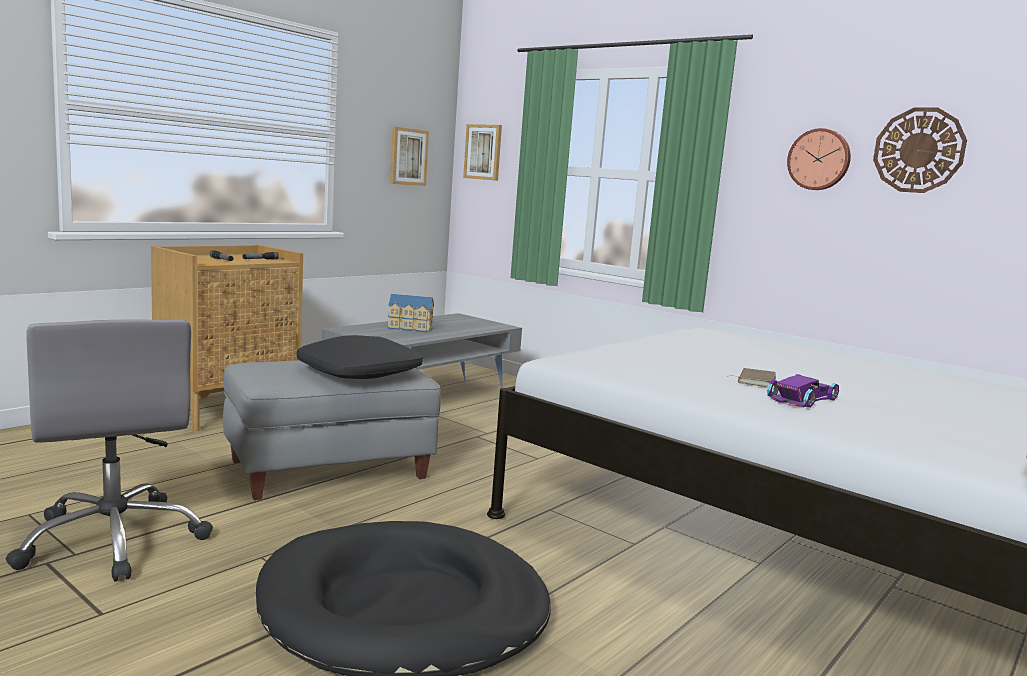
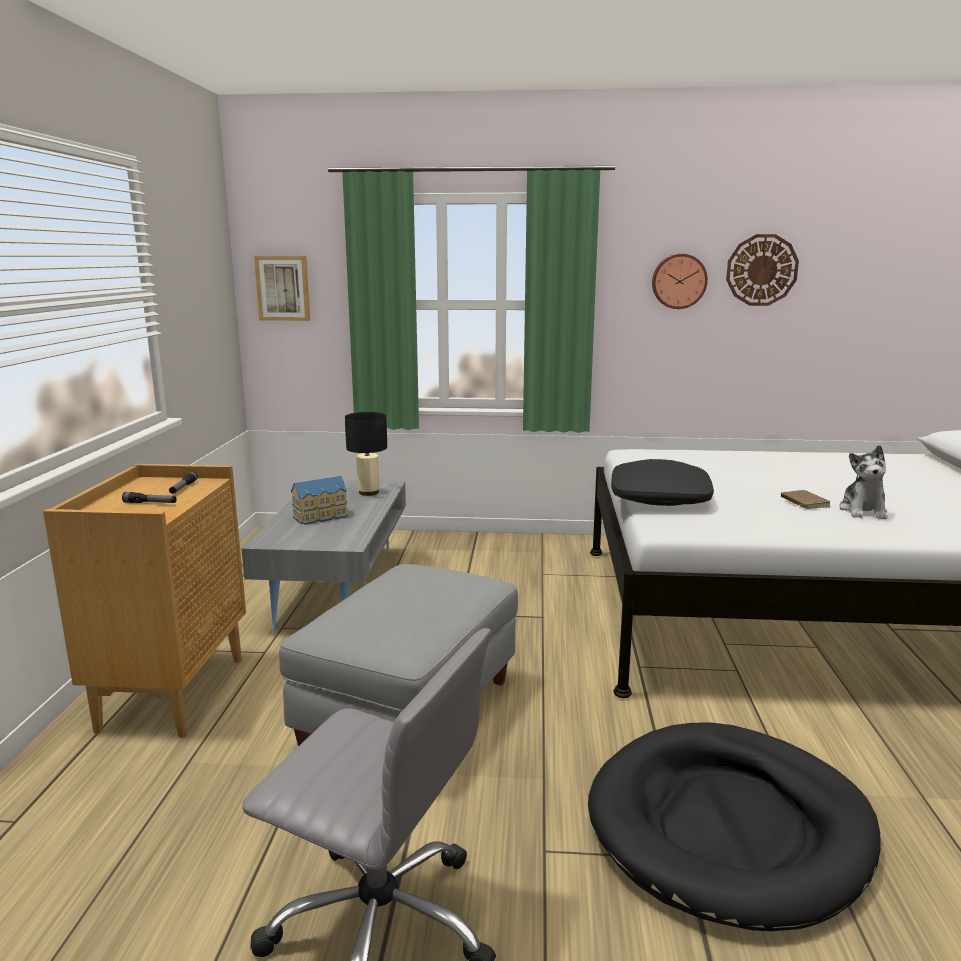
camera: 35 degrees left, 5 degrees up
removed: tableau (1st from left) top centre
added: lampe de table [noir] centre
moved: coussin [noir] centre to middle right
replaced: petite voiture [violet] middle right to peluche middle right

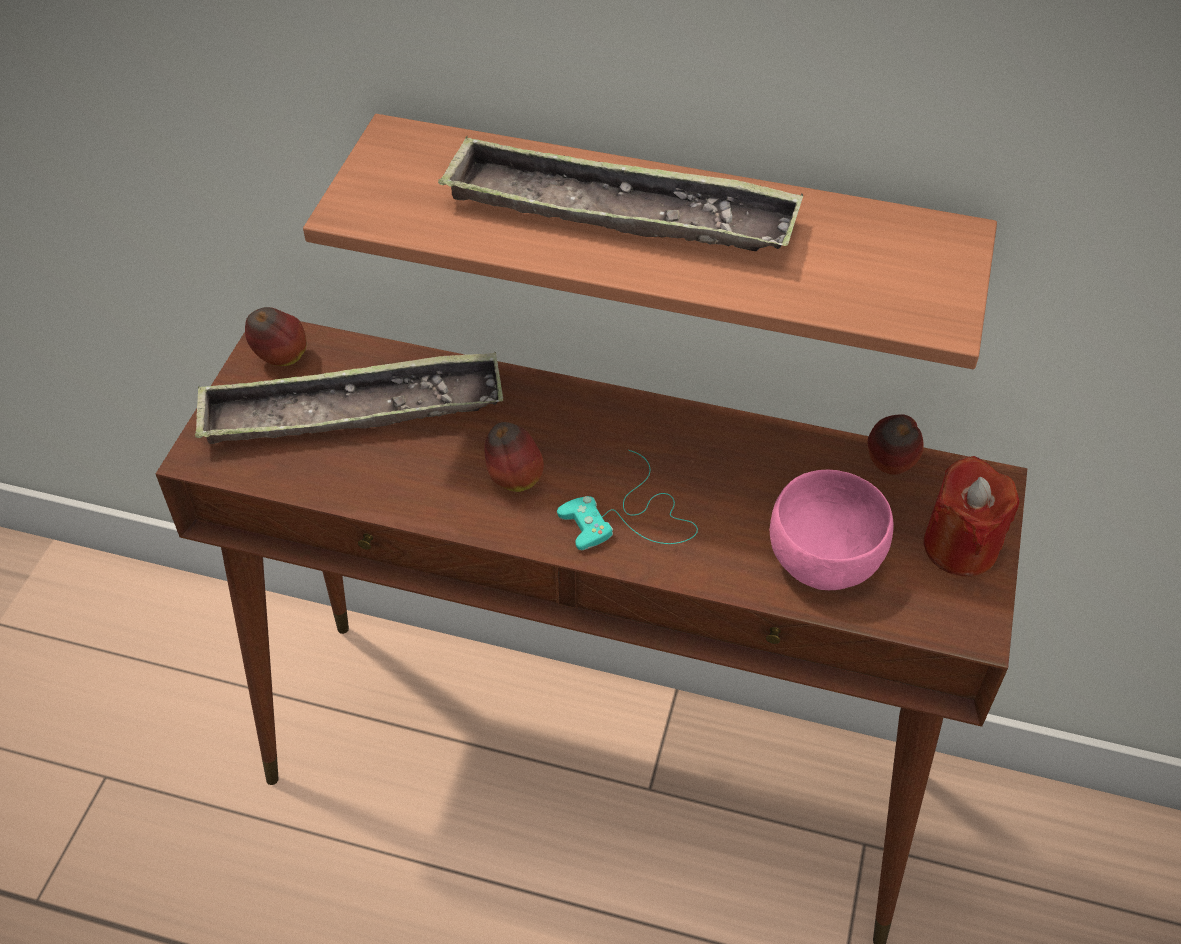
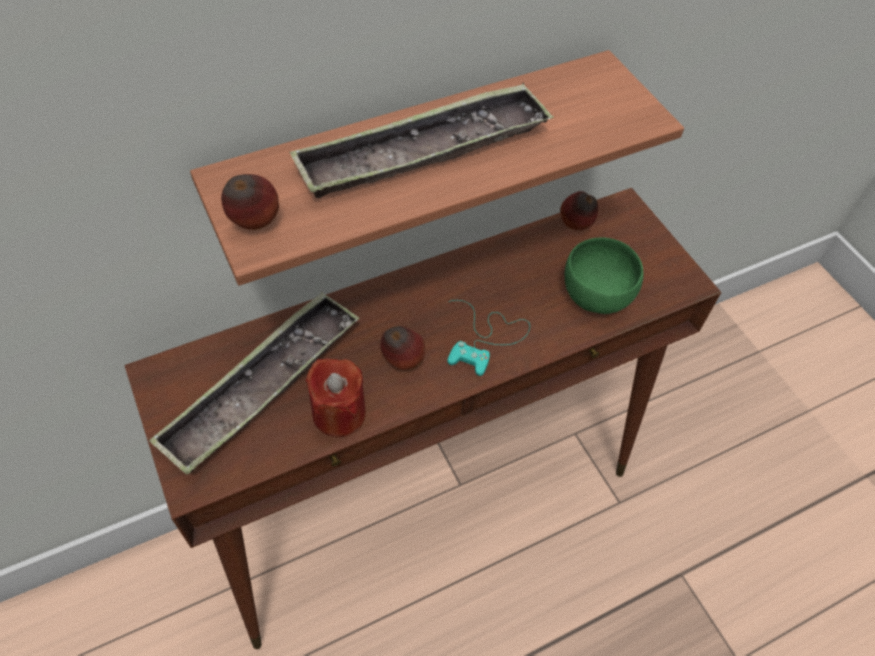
camera: 45 degrees left, 5 degrees up
moved: pomme (1st from left) middle left to top left; bougie [rouge] middle right to centre
recoloured: bol [rose] middle right to bol [vert] middle right

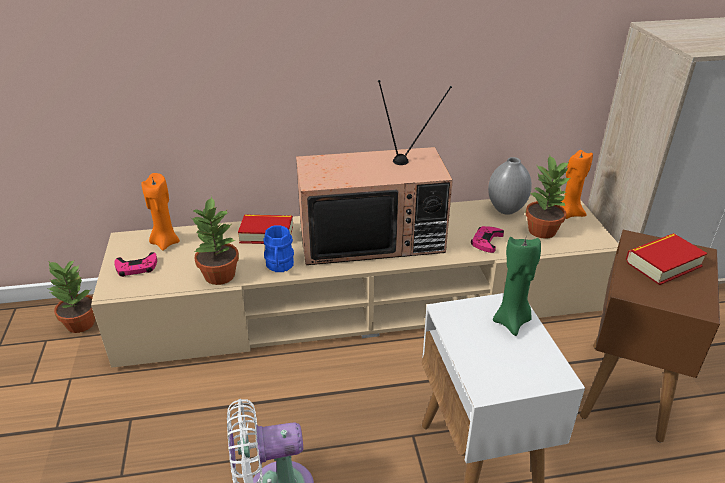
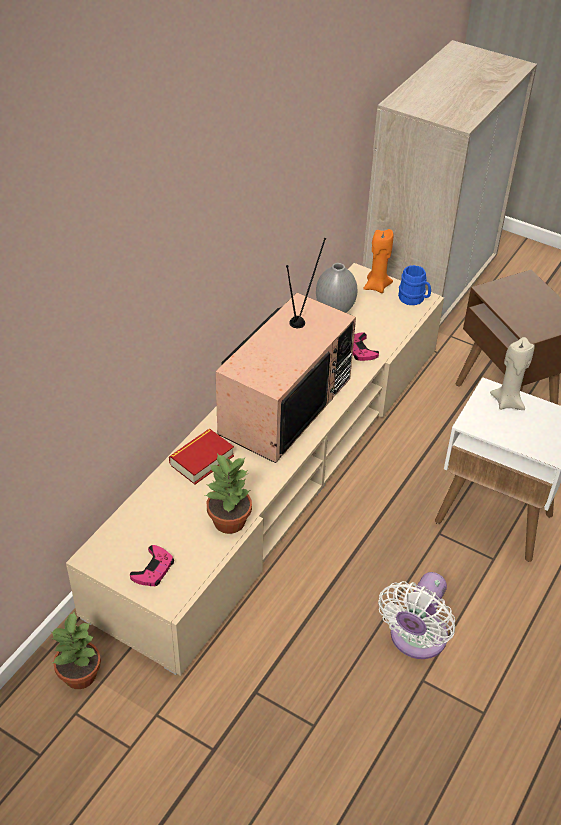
camera: 50 degrees left, 10 degrees up
removed: bougie [orange] (1st from left) middle left; plante en pot (3rd from left) middle right; livre (2nd from left) middle right
moved: mug [bleu] centre to middle right
recoloured: bougie [vert] middle right to bougie [beige] middle right

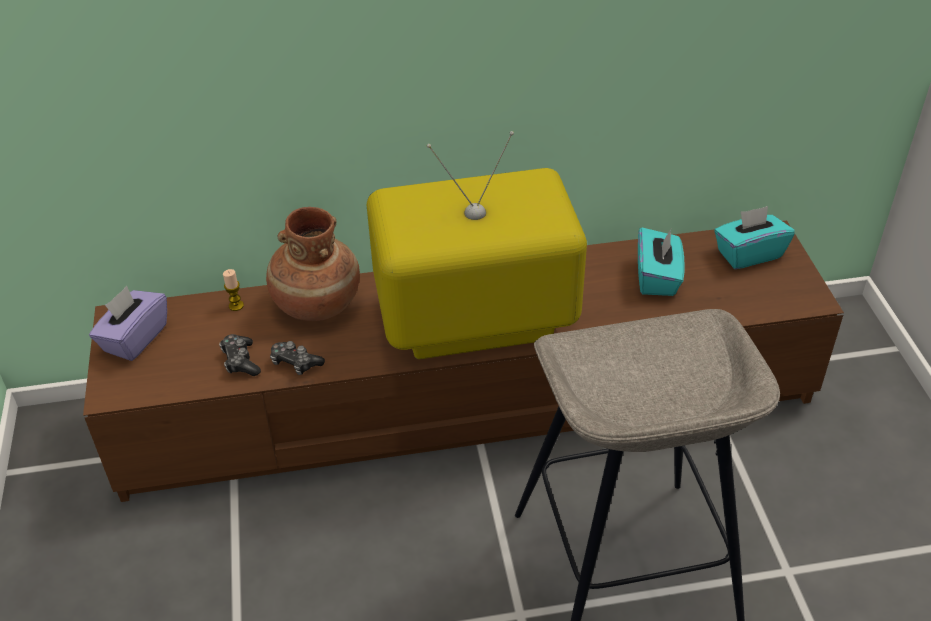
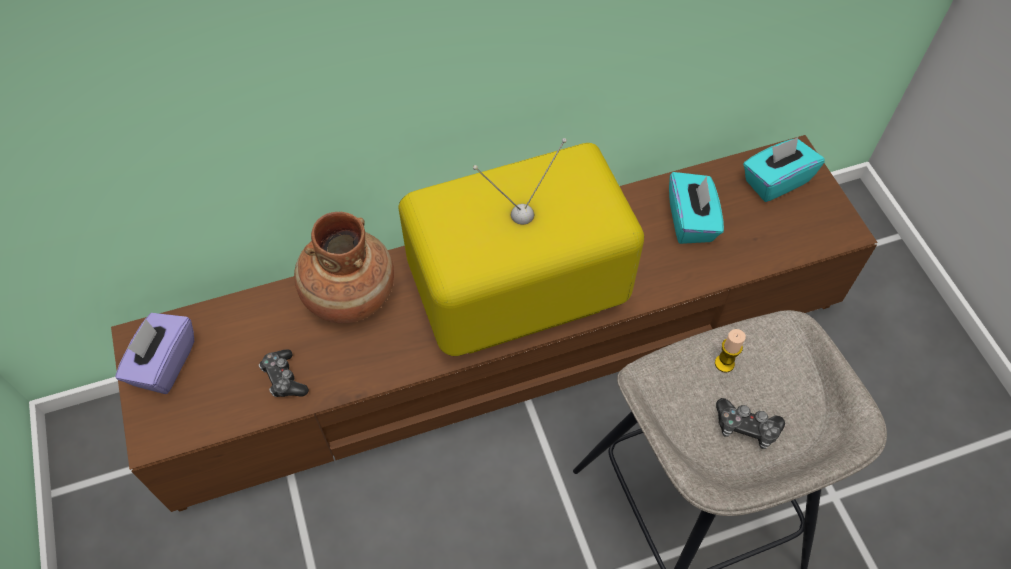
camera: 10 degrees left, 15 degrees up
moved: bougie middle left to middle right; manette (2nd from left) middle left to bottom right

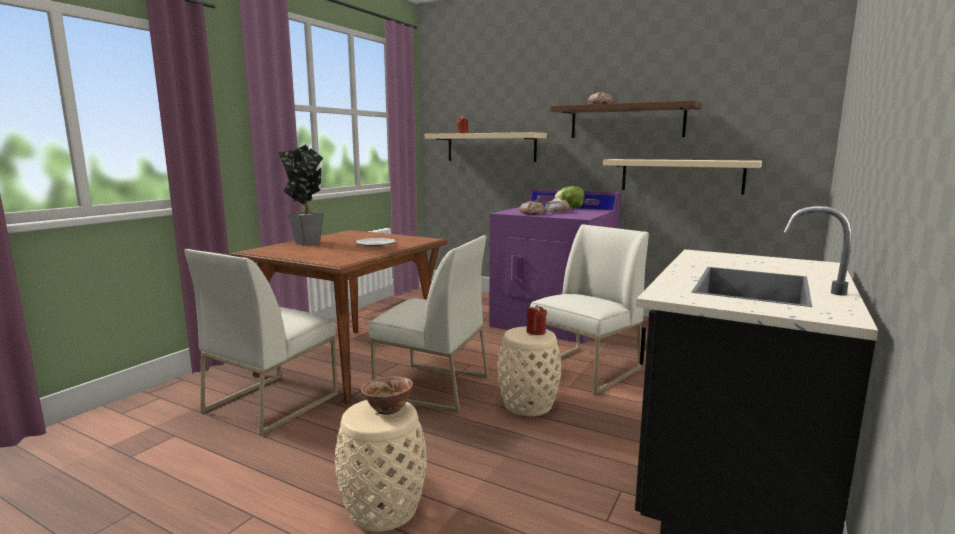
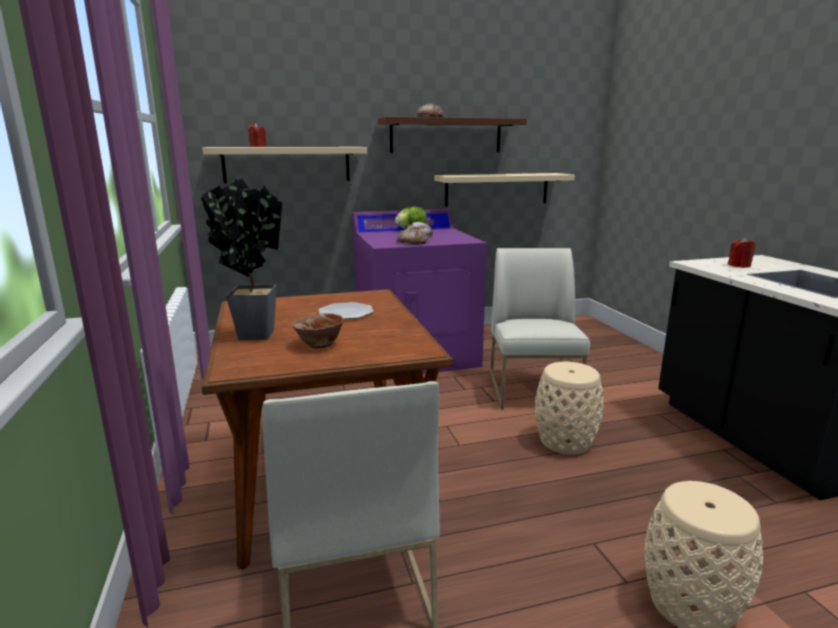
camera: 45 degrees left, 5 degrees up
removed: chaise [blanc] (2nd from left) centre
moved: bol bottom centre to centre; bougie [rouge] (2nd from left) centre to middle right

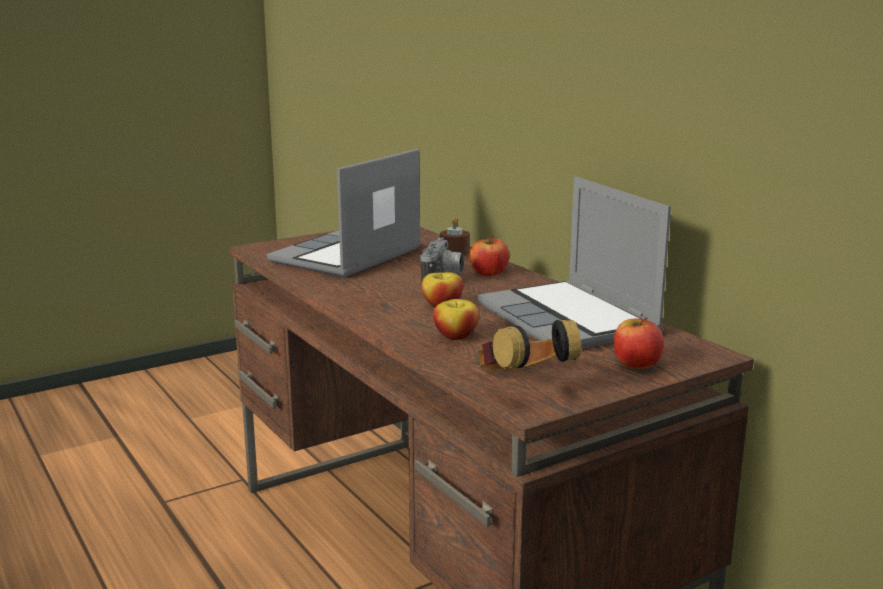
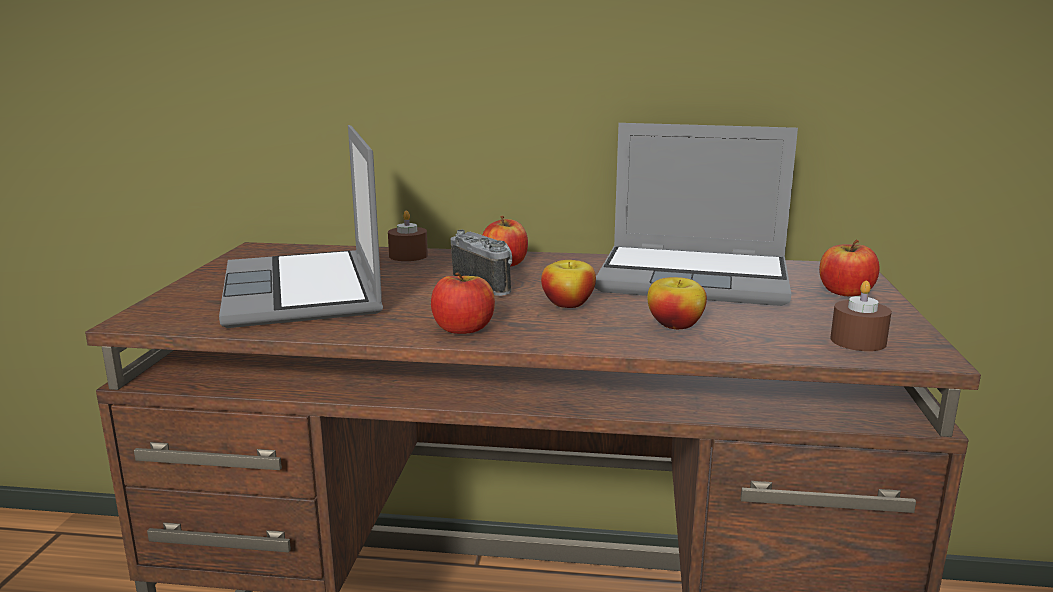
camera: 50 degrees left, 0 degrees up
added: pomme (1st from left) centre
replaced: casque audio centre to bougie [marron] (2nd from left) middle right

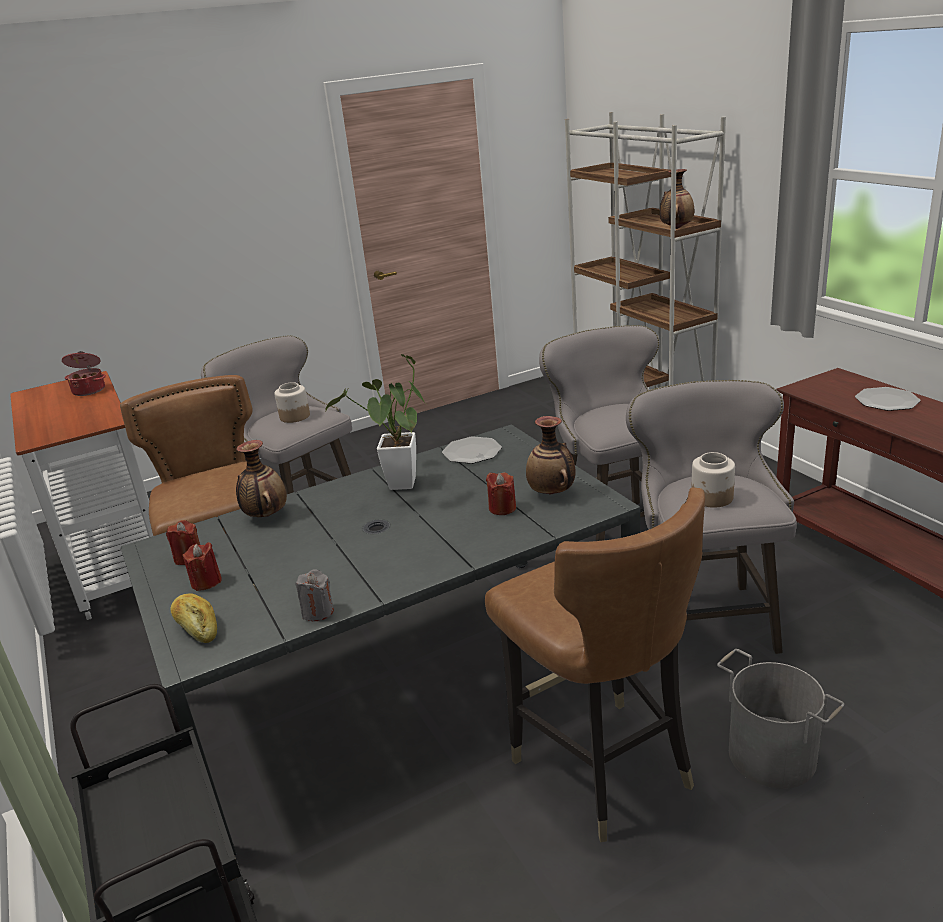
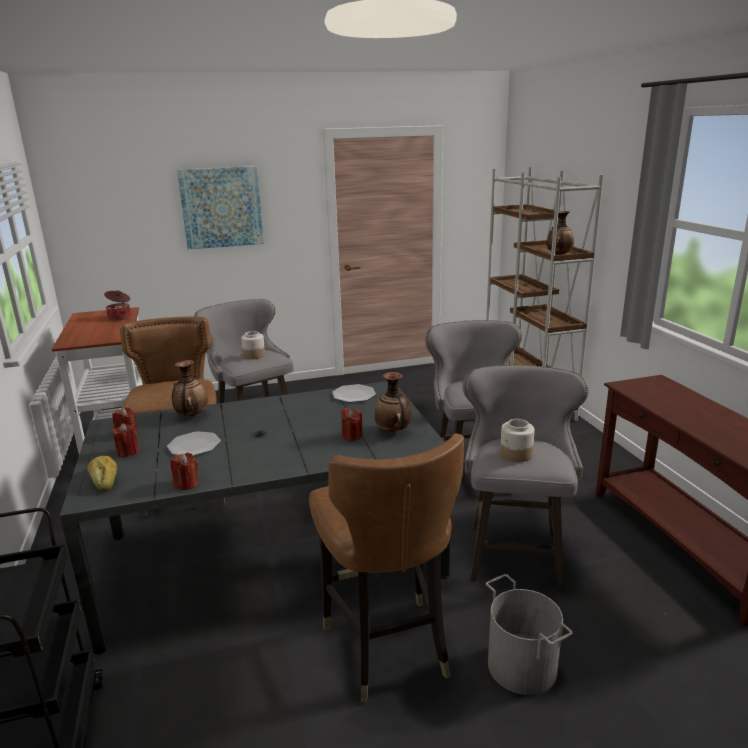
camera: 10 degrees right, 5 degrees down
removed: plante en pot centre
added: tableau top left
moved: assiette (2nd from left in the first image) middle right to assiette (1st from left) middle left
recoloured: bougie [gris] middle left to bougie [rouge] (3rd from left) middle left

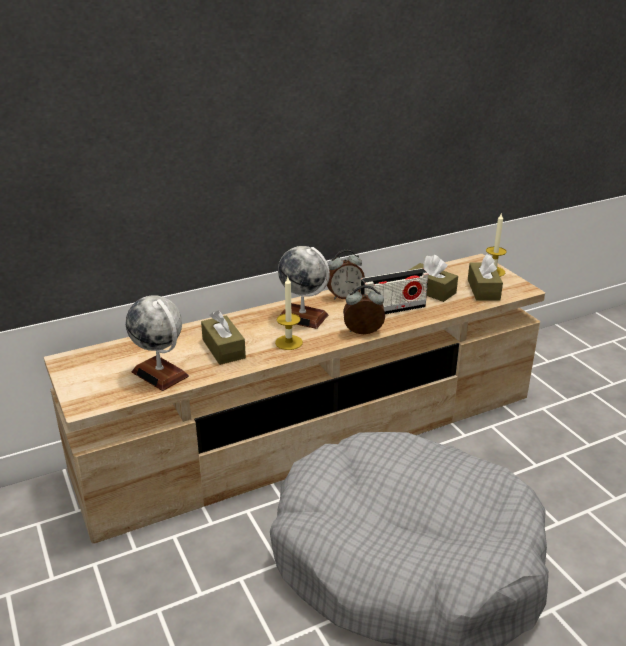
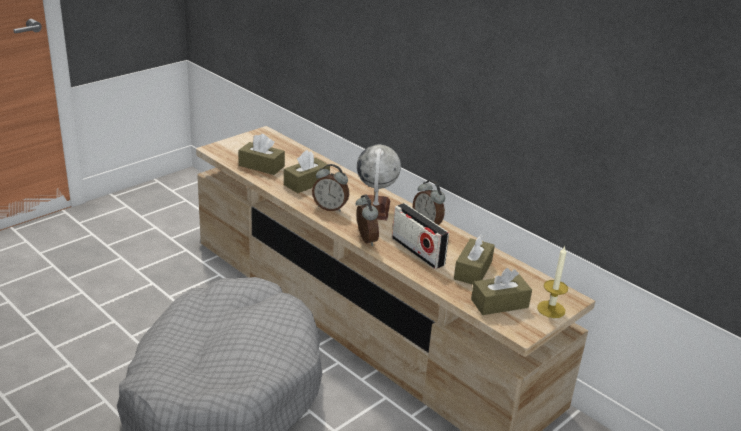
camera: 70 degrees right, 0 degrees up
replaced: globe (1st from left) middle left to boîte à mouchoirs [marron] (1st from left) centre; bougie (1st from left) centre to réveil (1st from left) centre

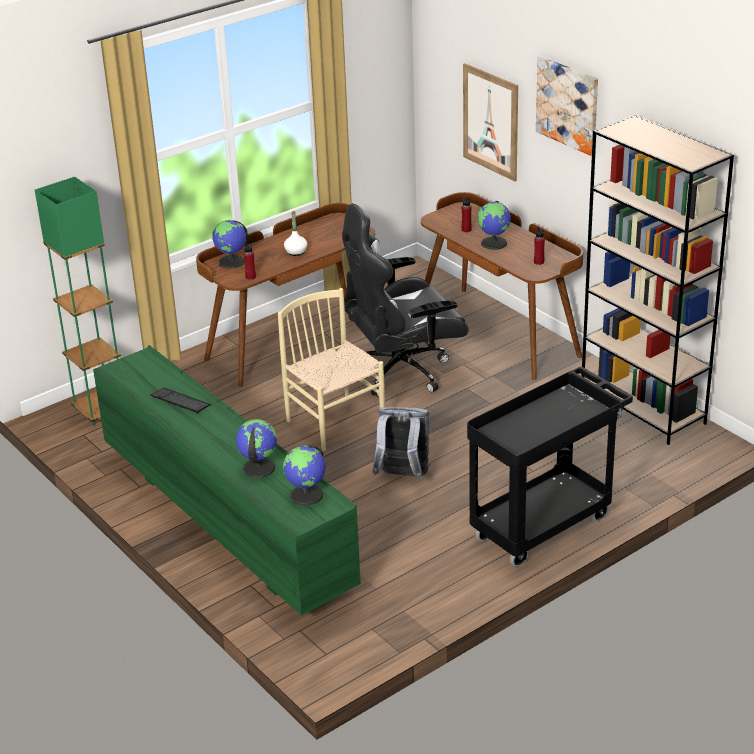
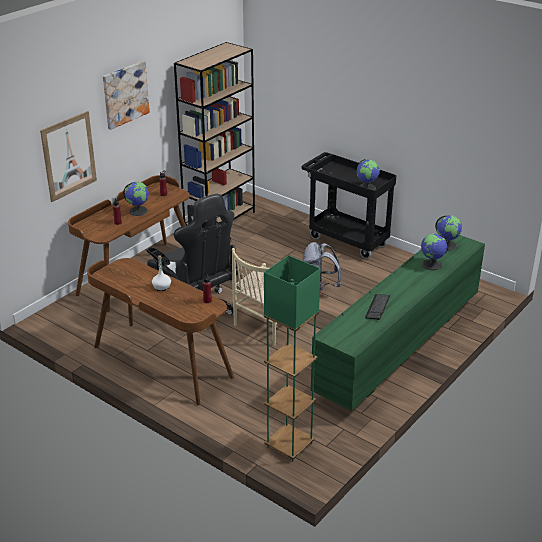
camera: 105 degrees left, 0 degrees up
moved: globe (1st from left in the first image) top left to globe (2nd from left) top right

